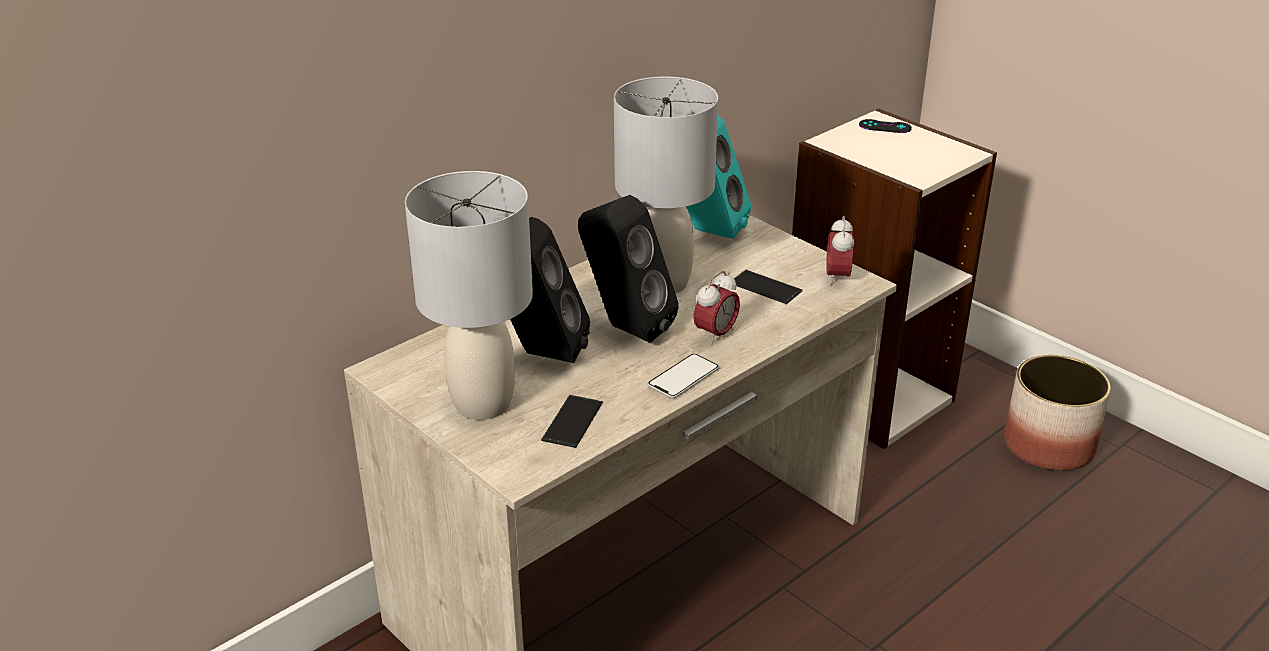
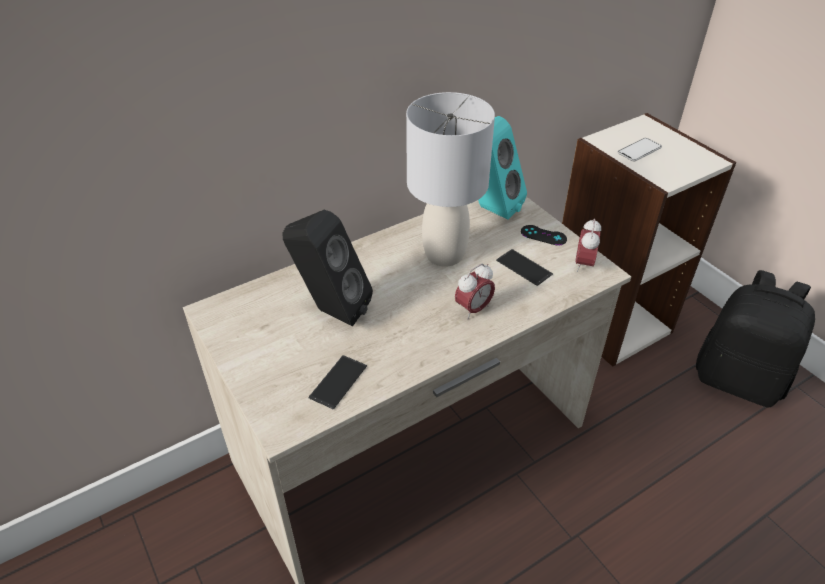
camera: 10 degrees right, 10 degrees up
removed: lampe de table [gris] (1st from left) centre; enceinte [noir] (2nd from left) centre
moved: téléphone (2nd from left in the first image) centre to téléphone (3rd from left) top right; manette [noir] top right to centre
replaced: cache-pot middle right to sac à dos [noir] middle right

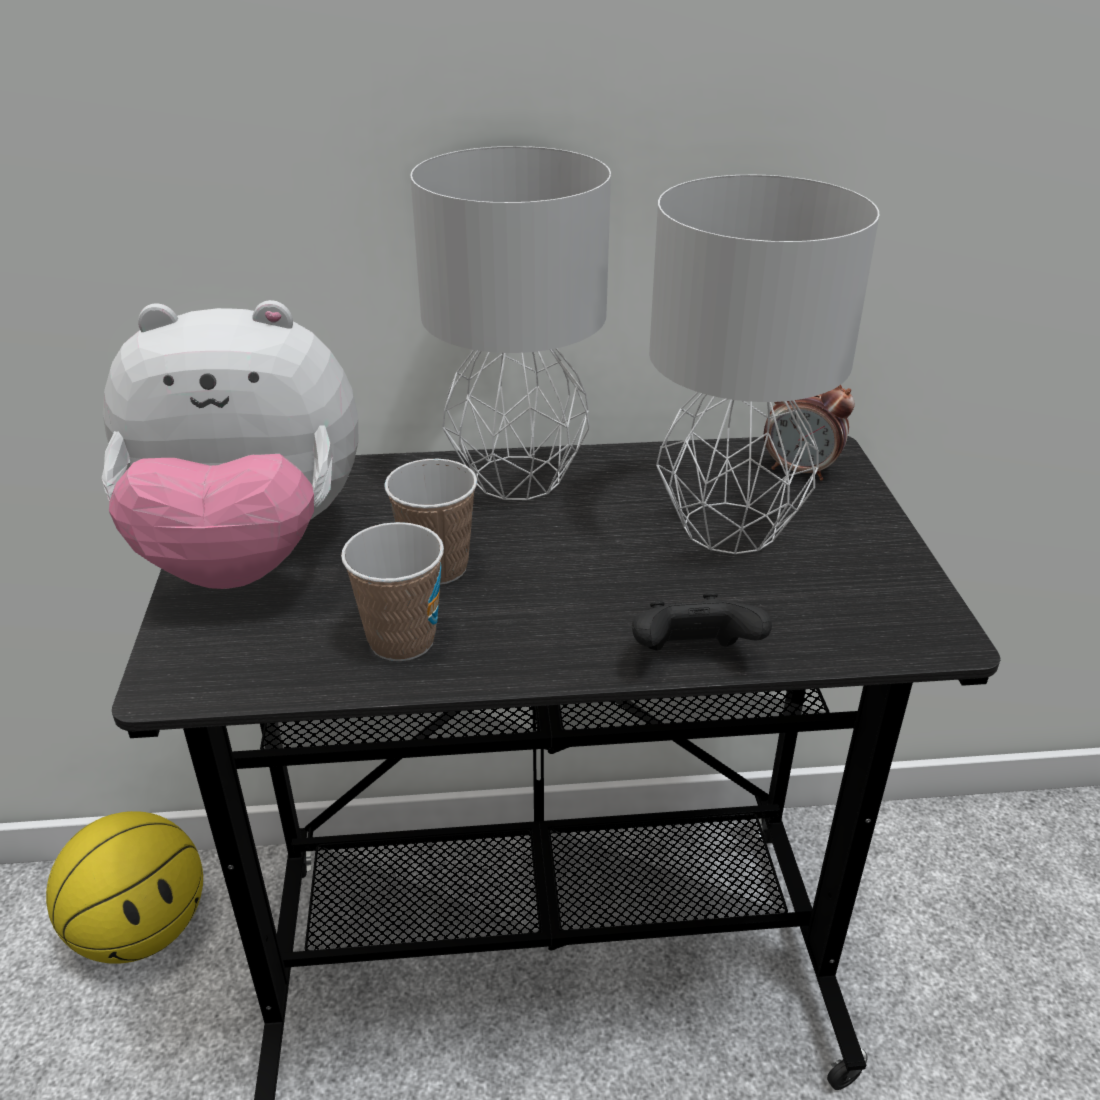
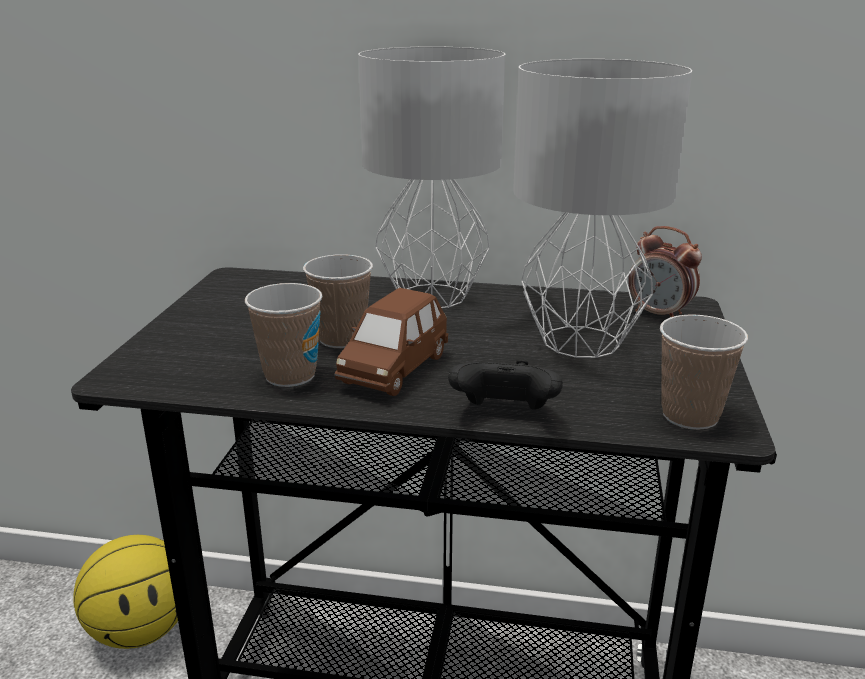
camera: 15 degrees right, 10 degrees down
removed: peluche middle left
added: petite voiture [marron] centre; tasse (3rd from left) middle right

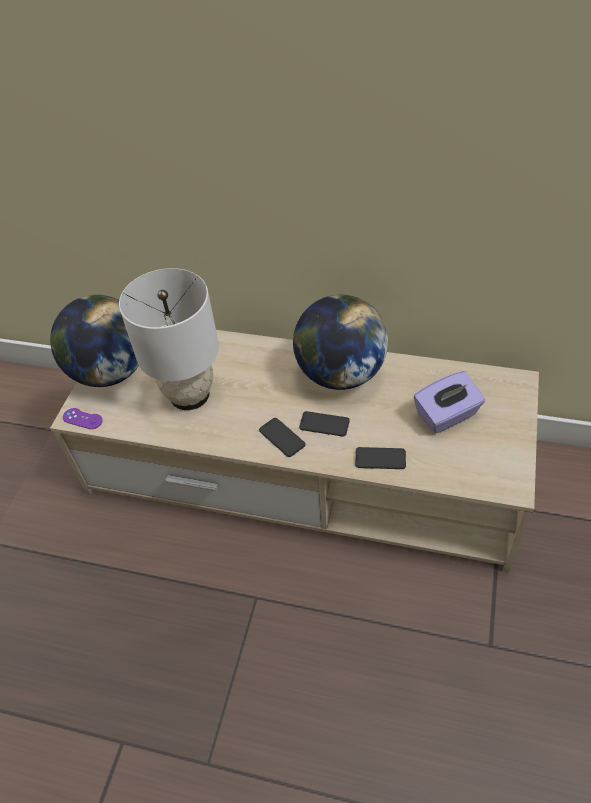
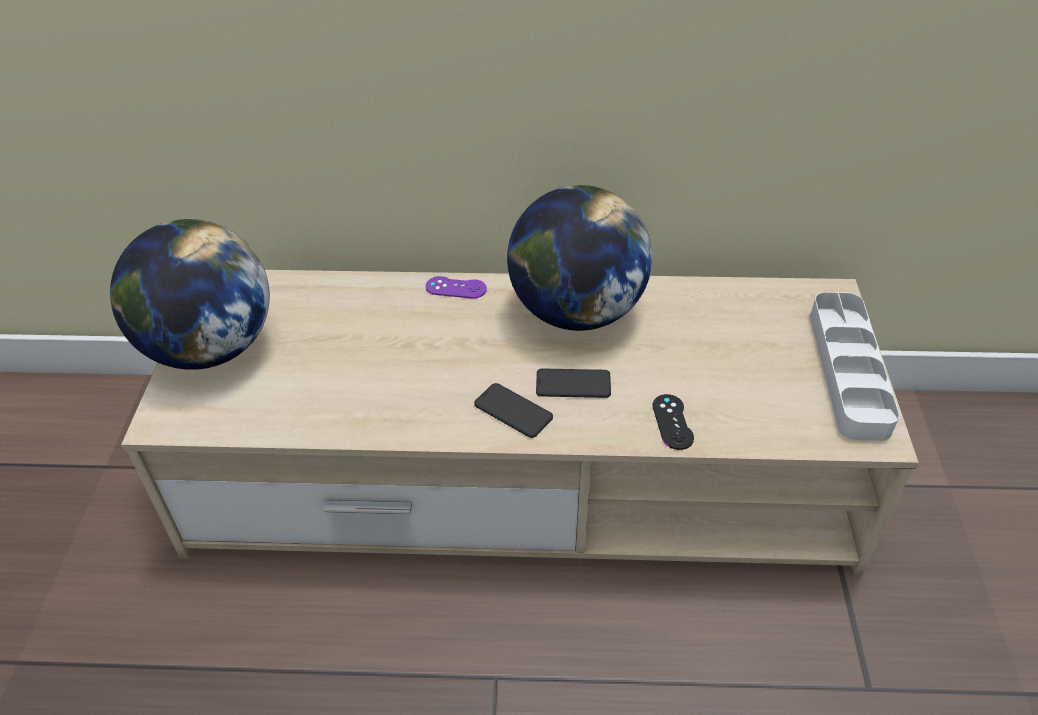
camera: 15 degrees left, 5 degrees down
removed: lampe de table [blanc] middle left; boîte à mouchoirs [violet] middle right
added: plateau [gris] middle right
moved: manette [violet] middle left to centre
replaced: téléphone (3rd from left) centre to manette [noir] centre

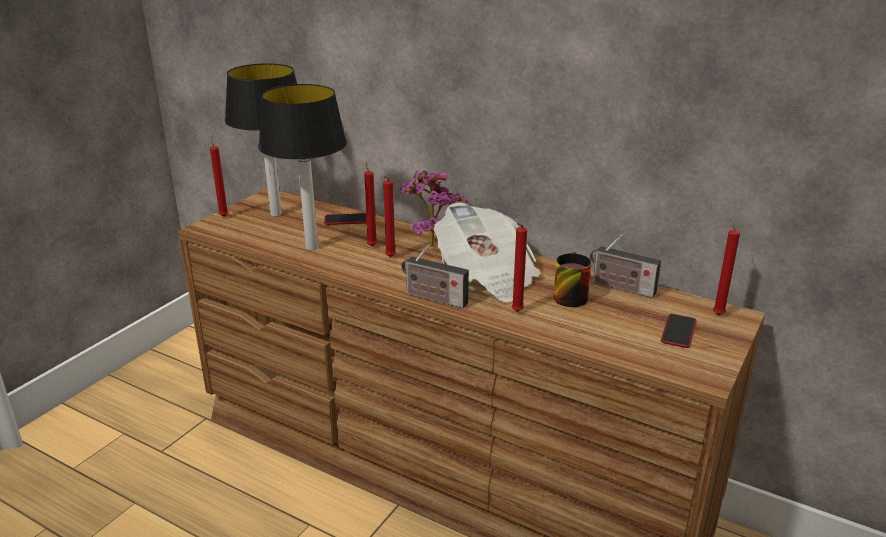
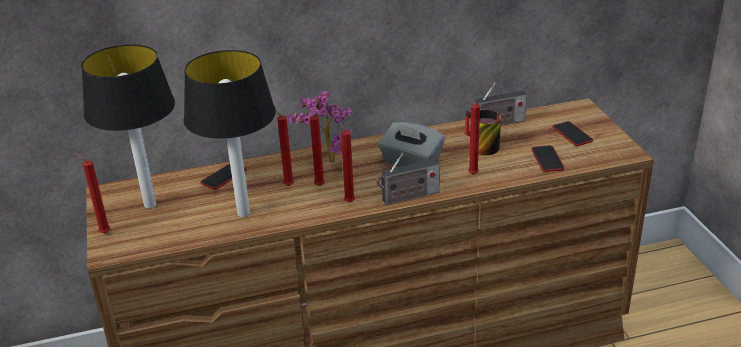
camera: 45 degrees left, 5 degrees up
added: téléphone (2nd from left) middle right
moved: bougie [rouge] (5th from left in the first image) middle right to bougie [rouge] (4th from left) centre
replaced: journal centre to boîte à mouchoirs [gris] centre

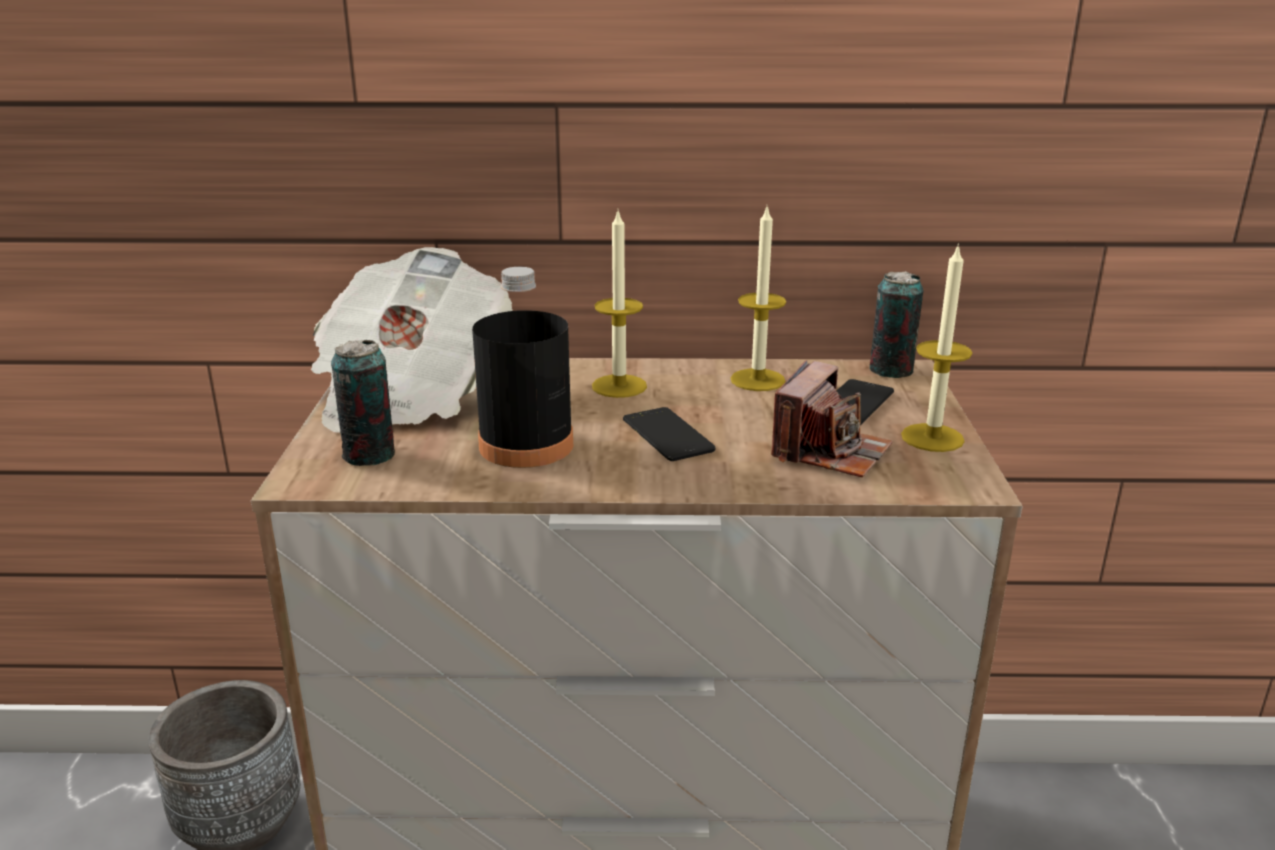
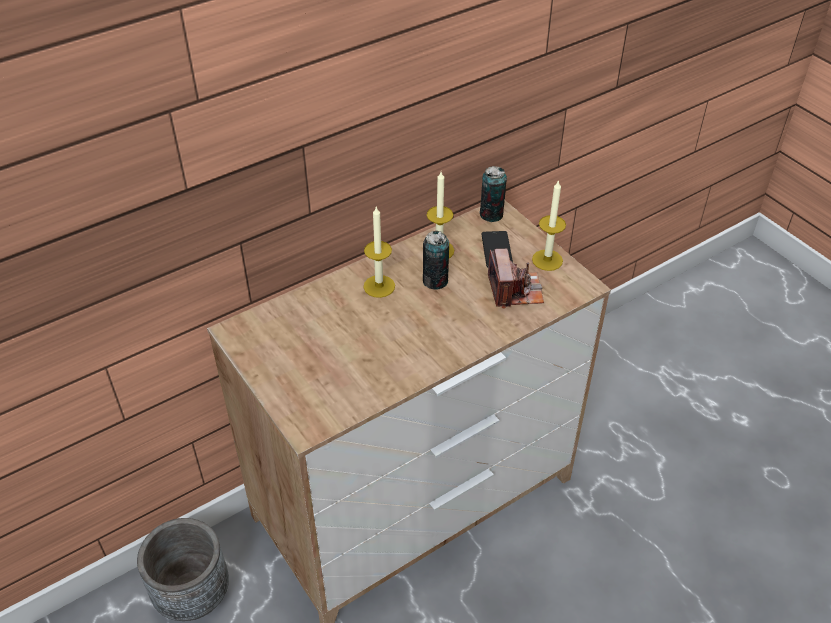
camera: 35 degrees left, 20 degrees up
removed: journal middle left; bouteille [noir] centre; téléphone (1st from left) centre
moved: boîte métallique (1st from left) middle left to centre

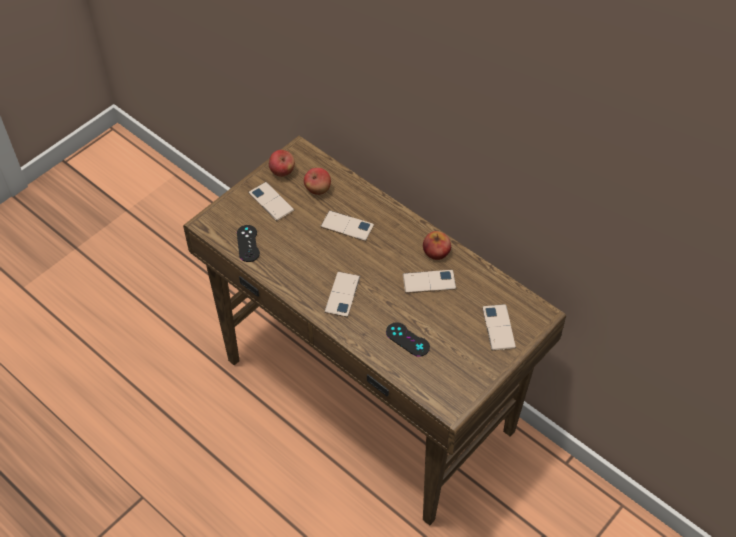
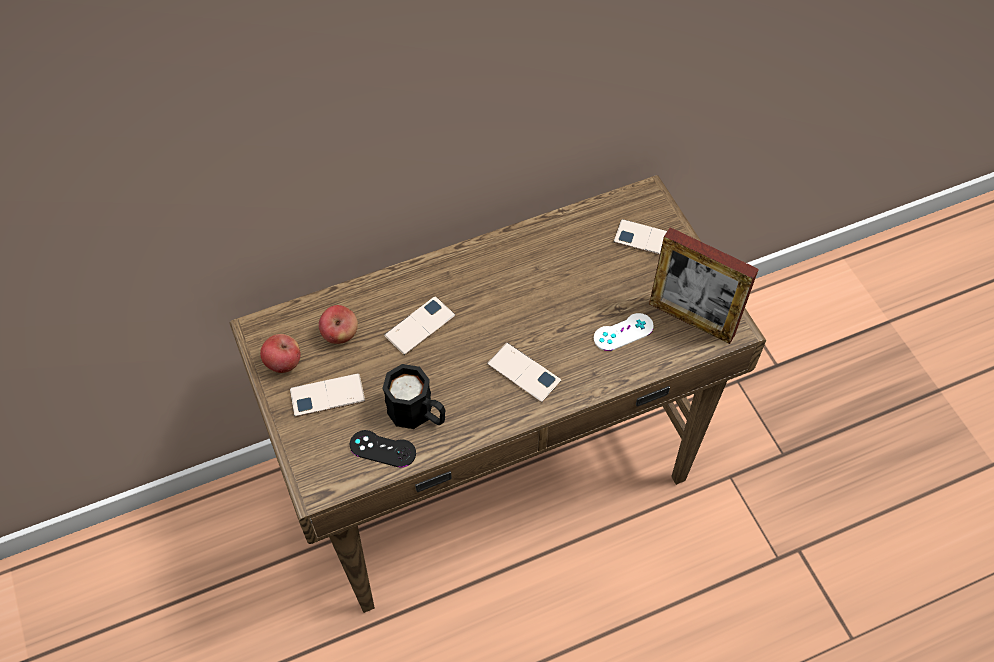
camera: 65 degrees left, 5 degrees up
removed: téléphone (4th from left) centre; pomme (3rd from left) centre
added: mug [noir] centre; cadre photo middle right
recoloured: manette [noir] (2nd from left) centre to manette [blanc] centre

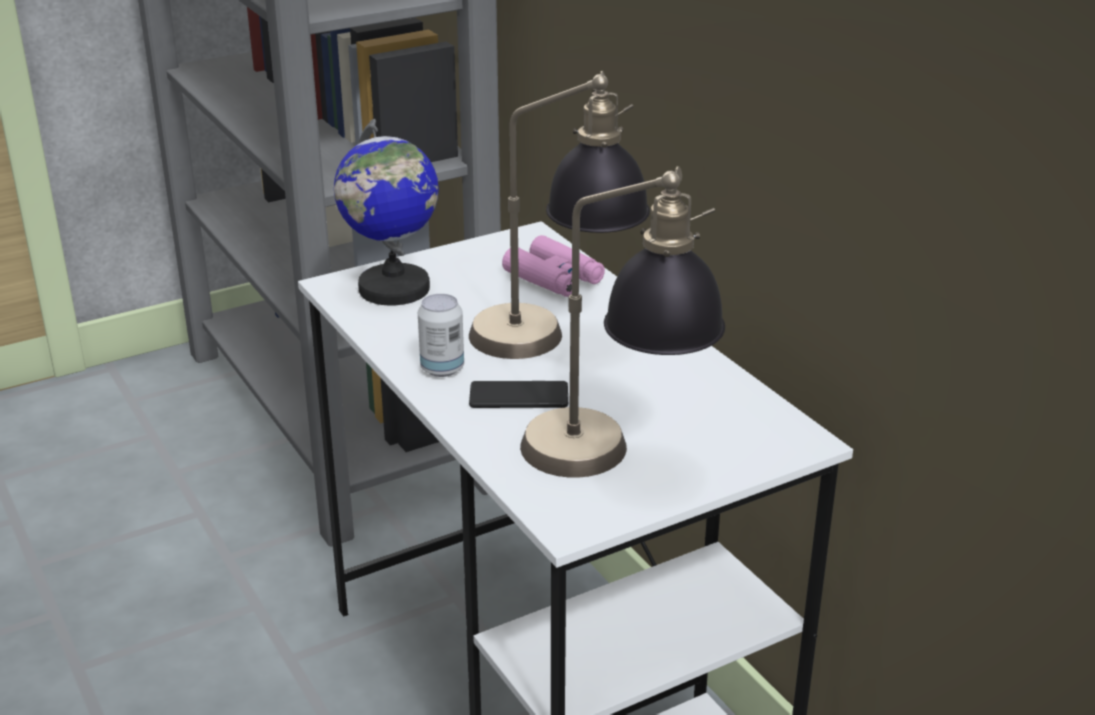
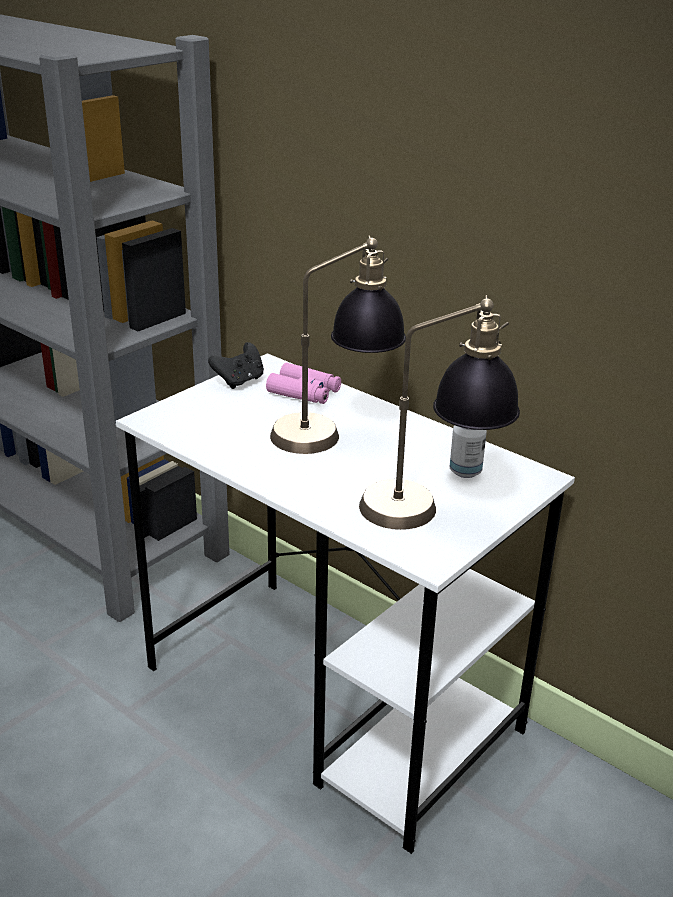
camera: 20 degrees left, 0 degrees up
removed: globe top centre; téléphone centre
added: manette [noir] centre
moved: boîte métallique centre to middle right

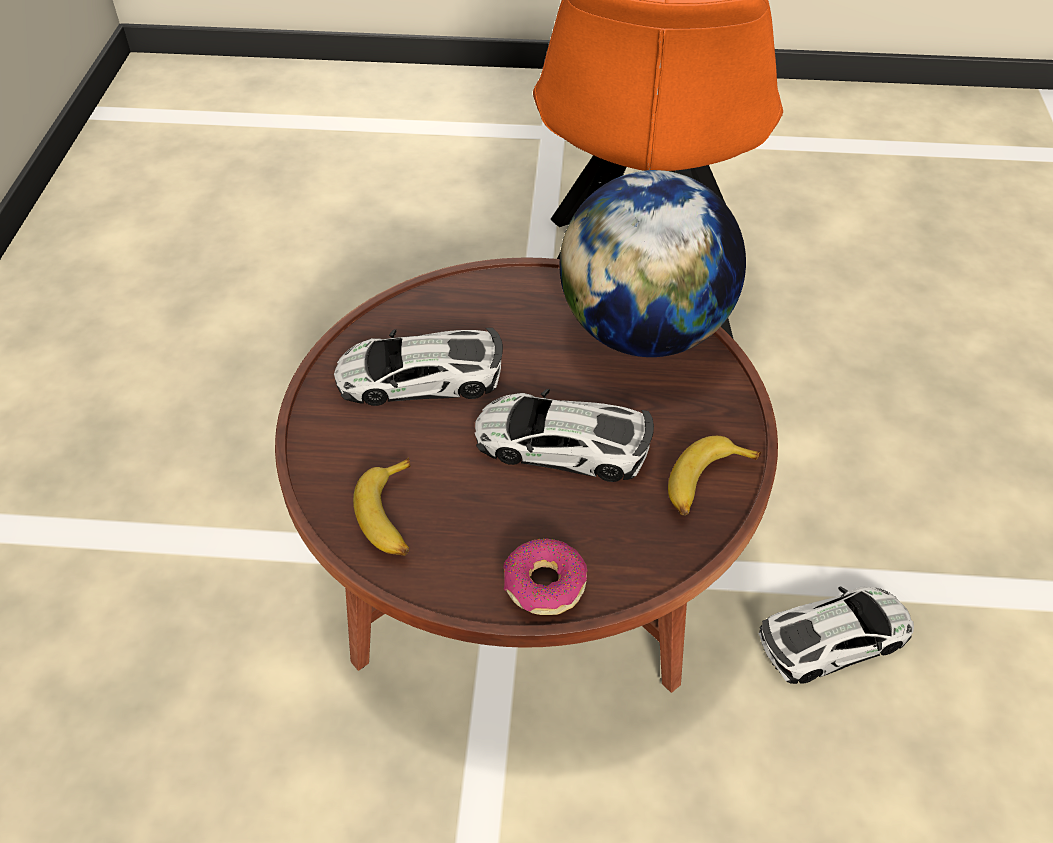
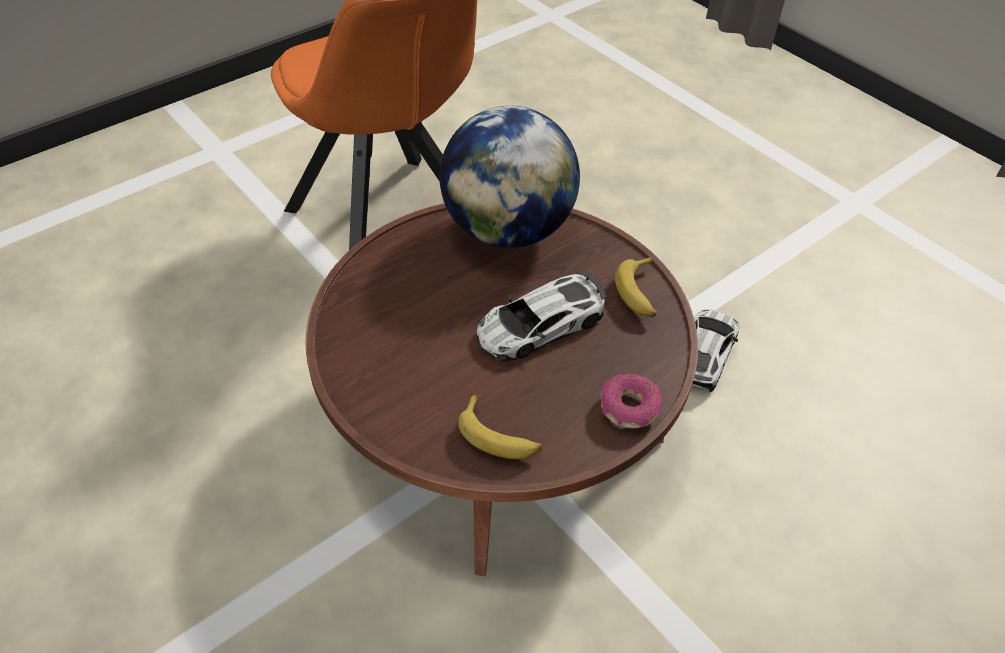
camera: 45 degrees left, 0 degrees up
removed: petite voiture (1st from left) centre

